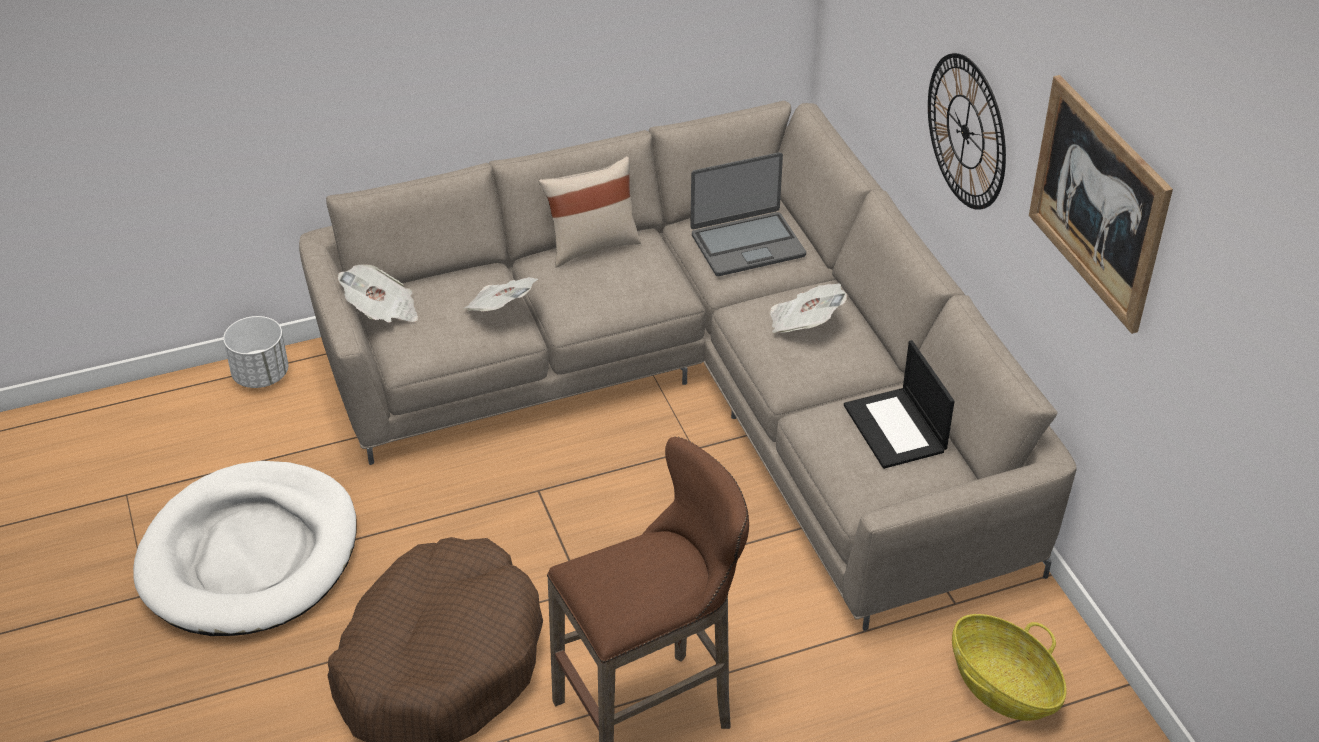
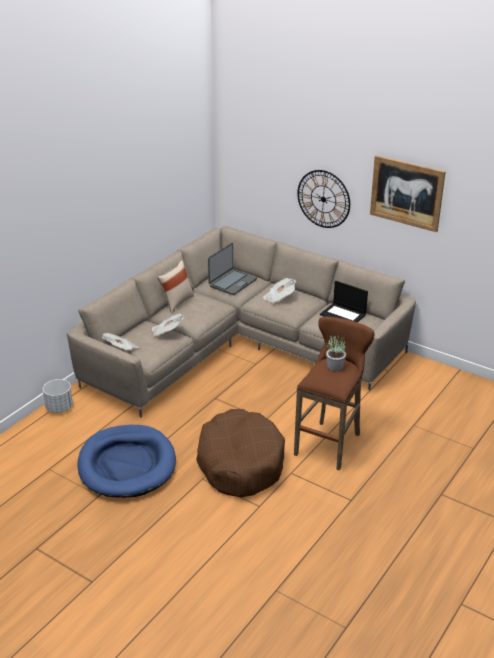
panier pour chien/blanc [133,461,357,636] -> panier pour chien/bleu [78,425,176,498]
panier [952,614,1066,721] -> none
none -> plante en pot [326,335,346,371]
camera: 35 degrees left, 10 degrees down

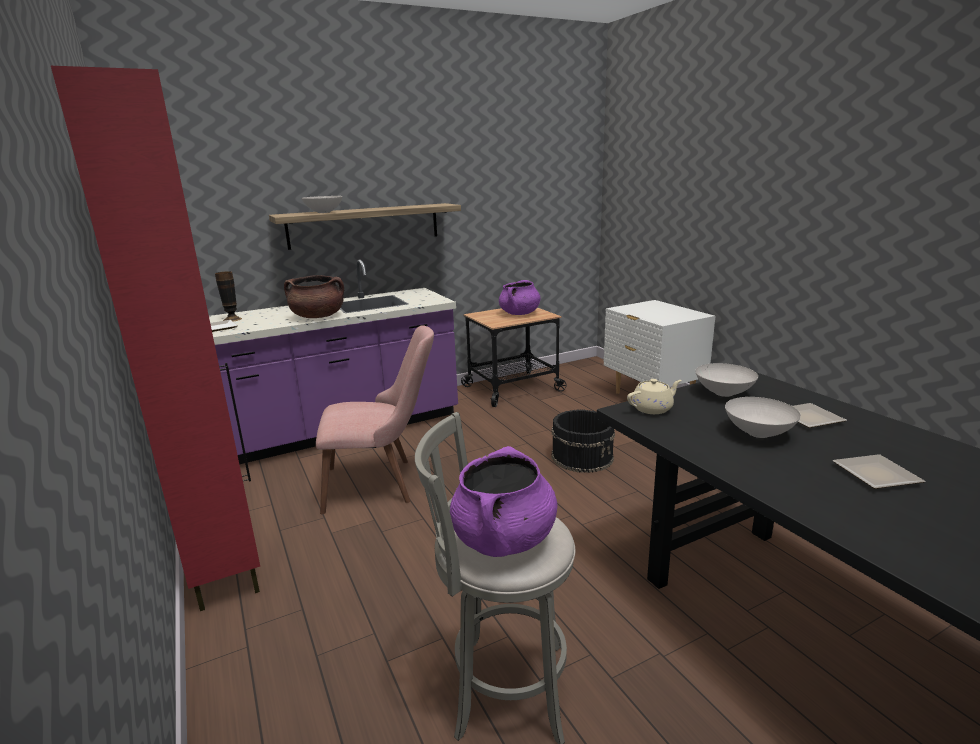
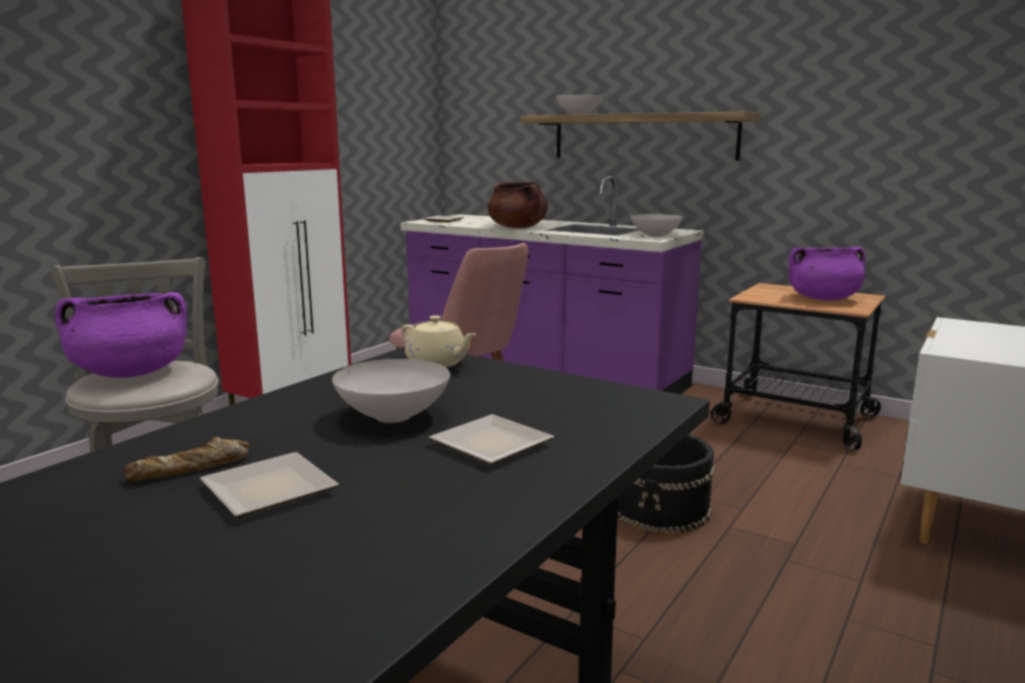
vase [215,271,242,321] -> none
bol/blanc [695,363,758,397] -> bol/blanc [631,214,683,237], shifted
none -> pain [123,437,250,482]
camera: 60 degrees right, 5 degrees down

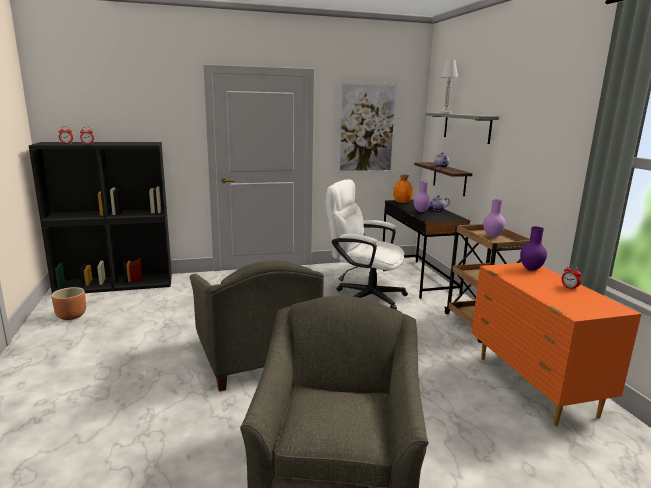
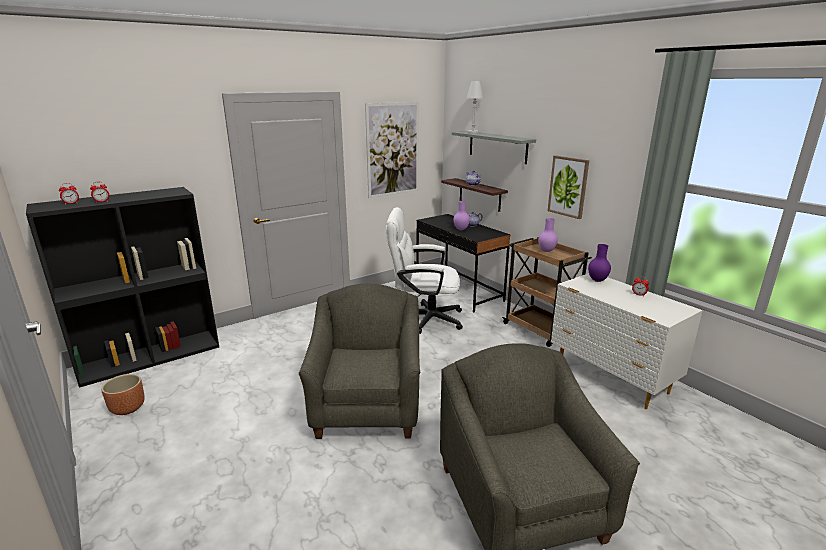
vase/orange [393,174,413,203] -> none
fauteuil/gris [190,260,324,392] -> fauteuil/gris [299,284,420,439], 135 degrees counterclockwise
commode/orange [472,263,641,426] -> commode/blanc [551,273,703,409]
none -> tableau [548,155,589,219]
camera: 20 degrees left, 5 degrees up

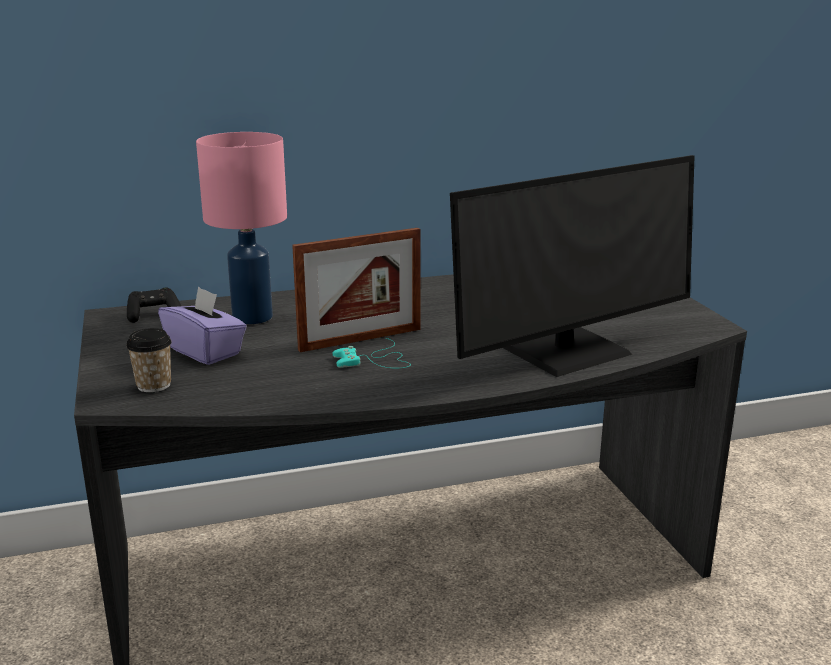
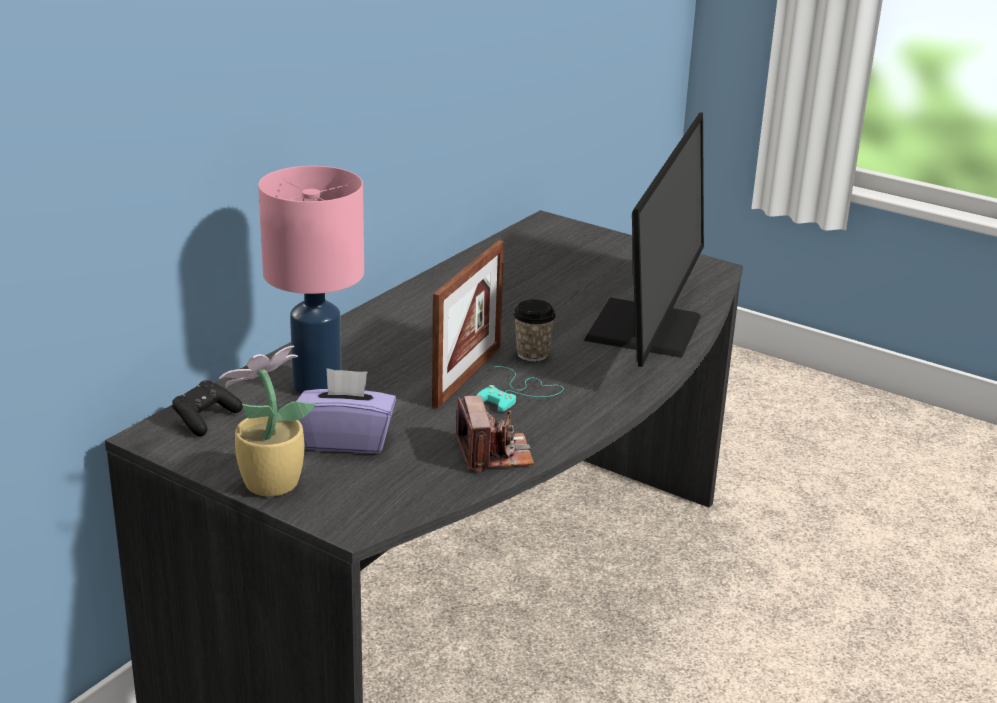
tasse [126,328,172,393] -> tasse [514,299,556,362], shifted
none -> plante en pot [219,346,316,497]
none -> appareil photo [457,395,534,472]
camera: 40 degrees left, 5 degrees up

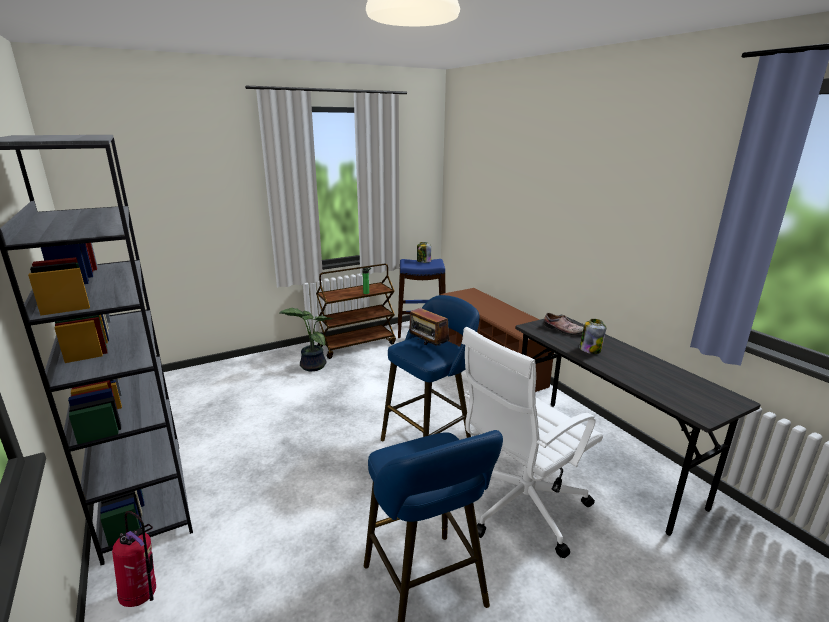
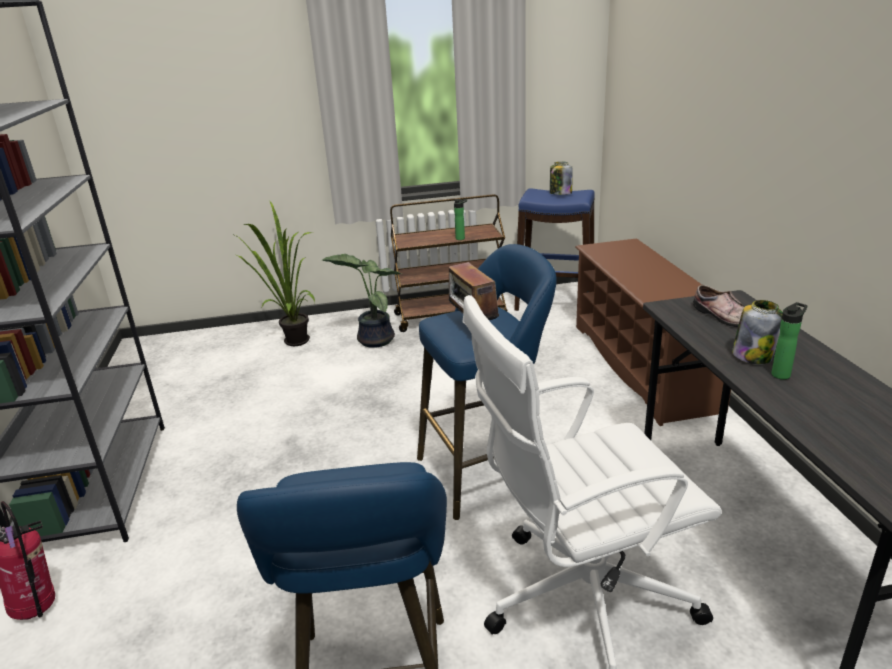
none -> plante en pot [235,200,315,346]
none -> bouteille [771,302,807,380]
camera: 20 degrees right, 5 degrees up

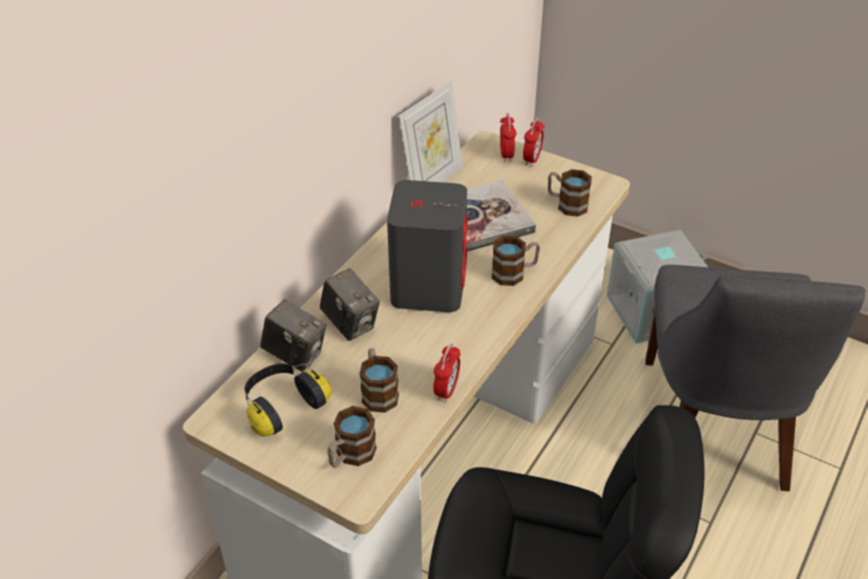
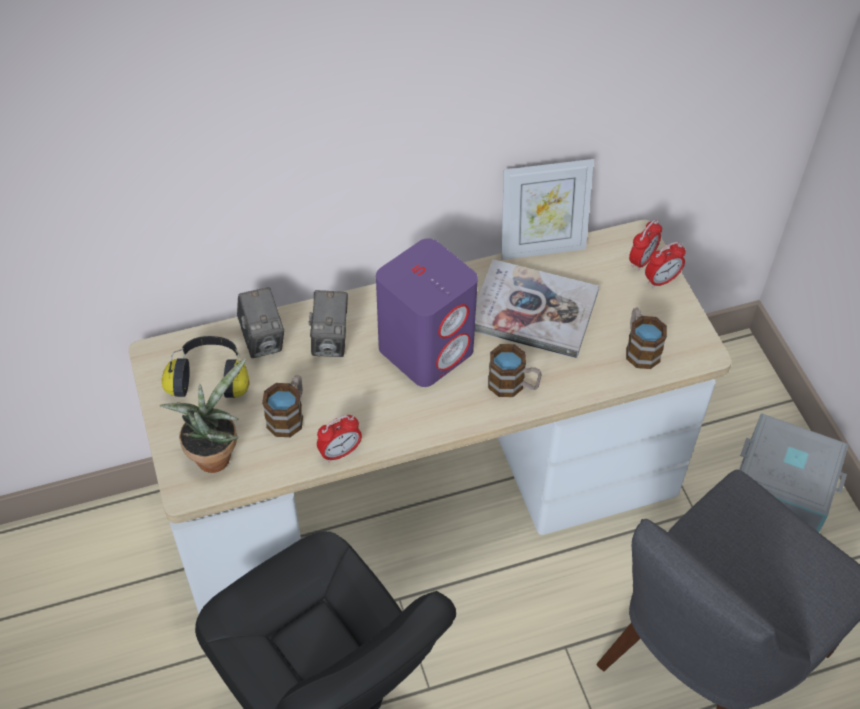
enceinte/gris [387,180,468,312] -> enceinte/violet [376,238,478,387]
mug [327,406,377,468] -> plante en pot [160,359,246,473]
camera: 40 degrees right, 10 degrees up

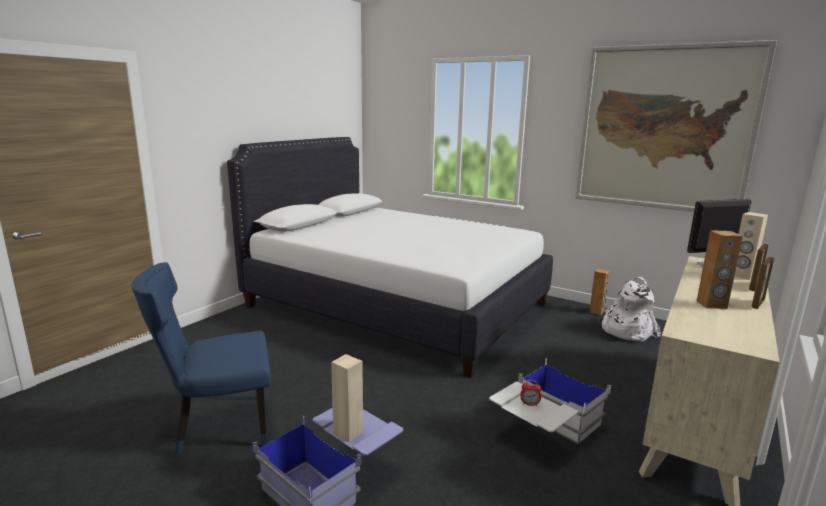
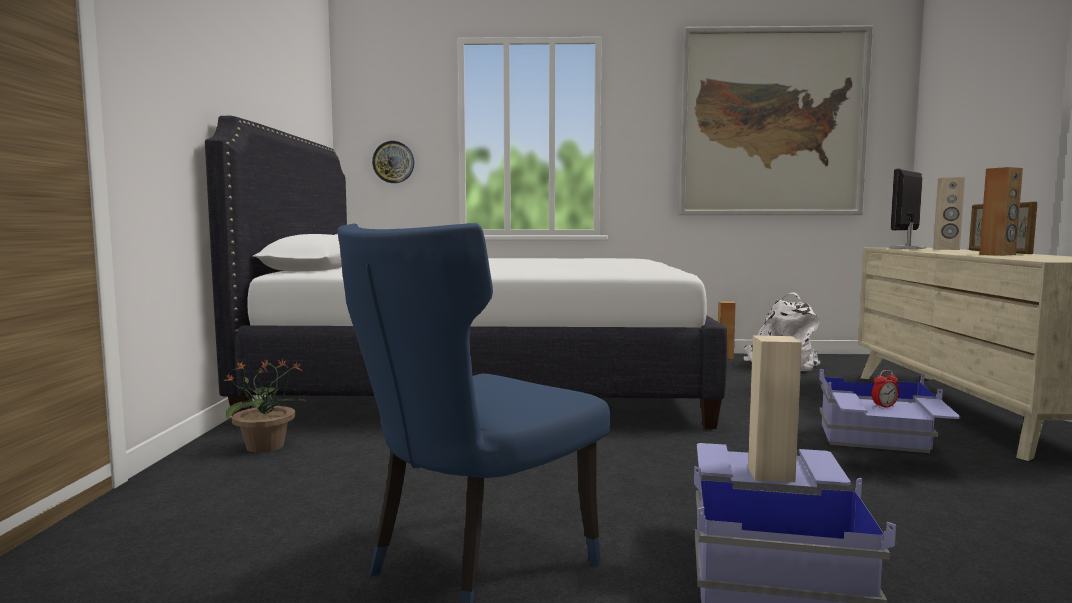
boîte de rangement/blanc [489,358,611,444] -> boîte de rangement/bleu [819,369,960,453]
none -> horloge murale [372,141,414,183]
none -> plante en pot [223,359,308,453]
camera: 30 degrees left, 10 degrees down

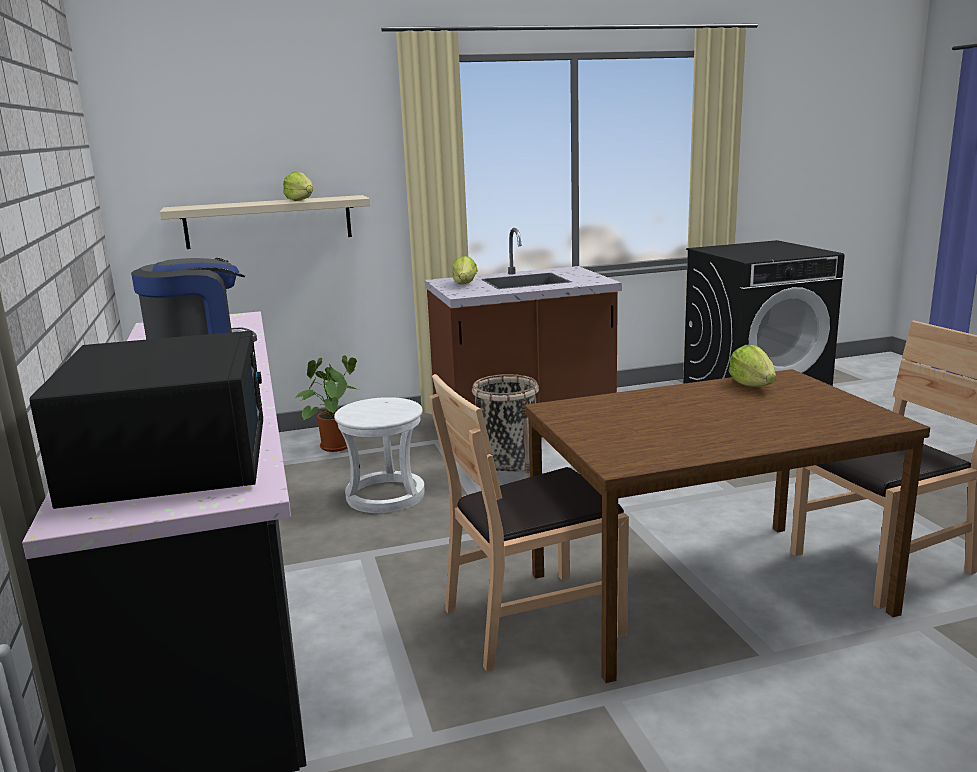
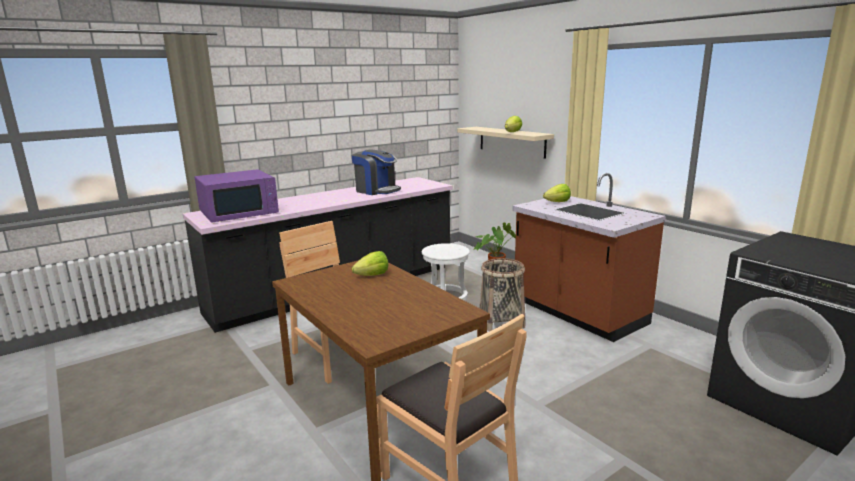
micro-ondes/noir [29,331,263,509] -> micro-ondes/violet [194,169,279,223]
laitue [728,345,776,387] -> laitue [352,251,388,276], shifted
camera: 70 degrees right, 0 degrees up

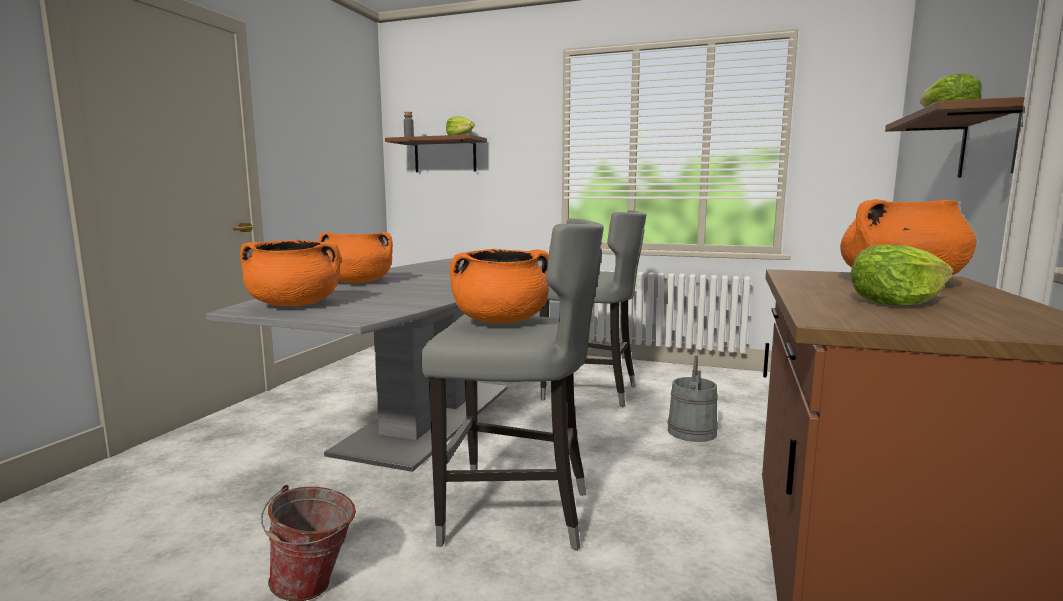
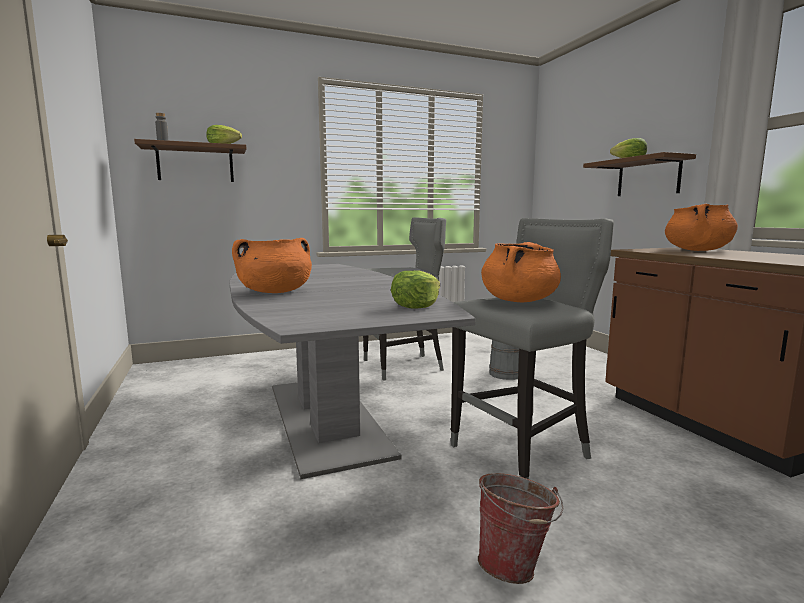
marmite/orange [240,240,341,306] -> none
laitue [850,245,953,305] -> laitue [391,270,440,309], shifted
camera: 40 degrees left, 0 degrees up

